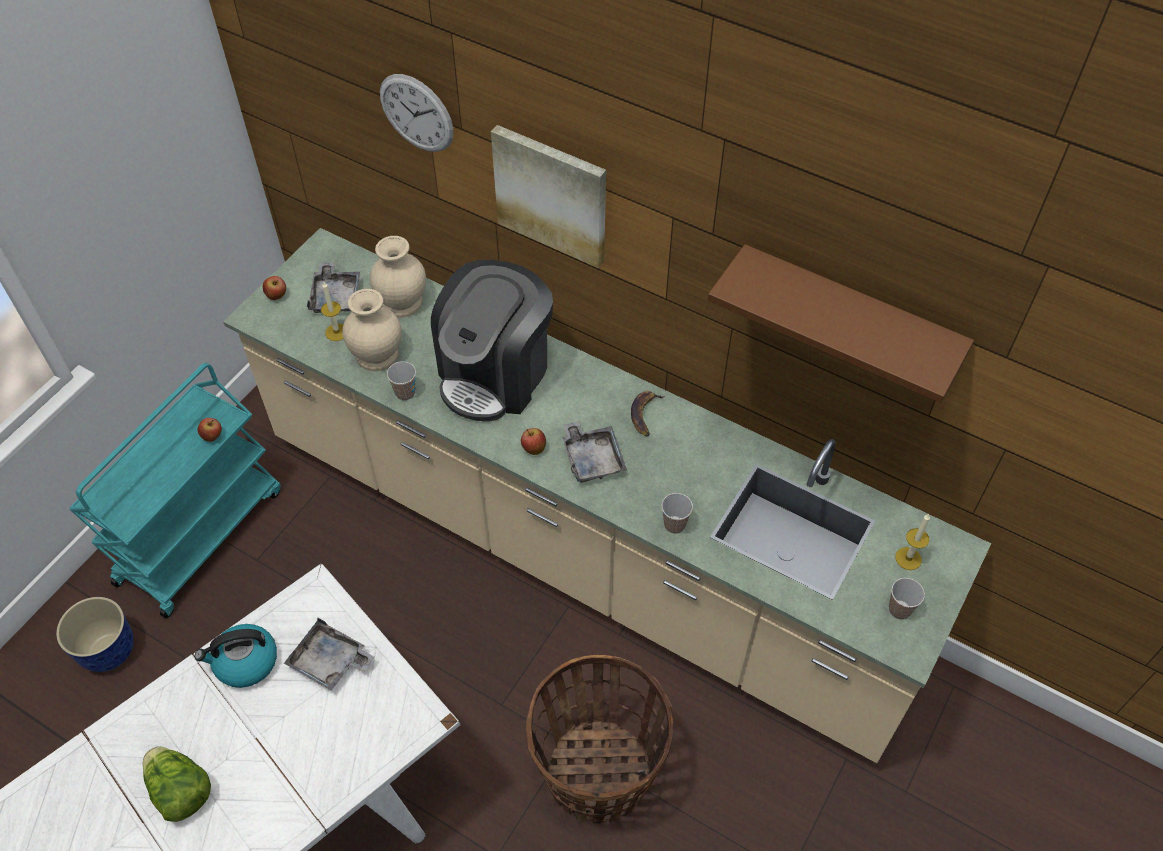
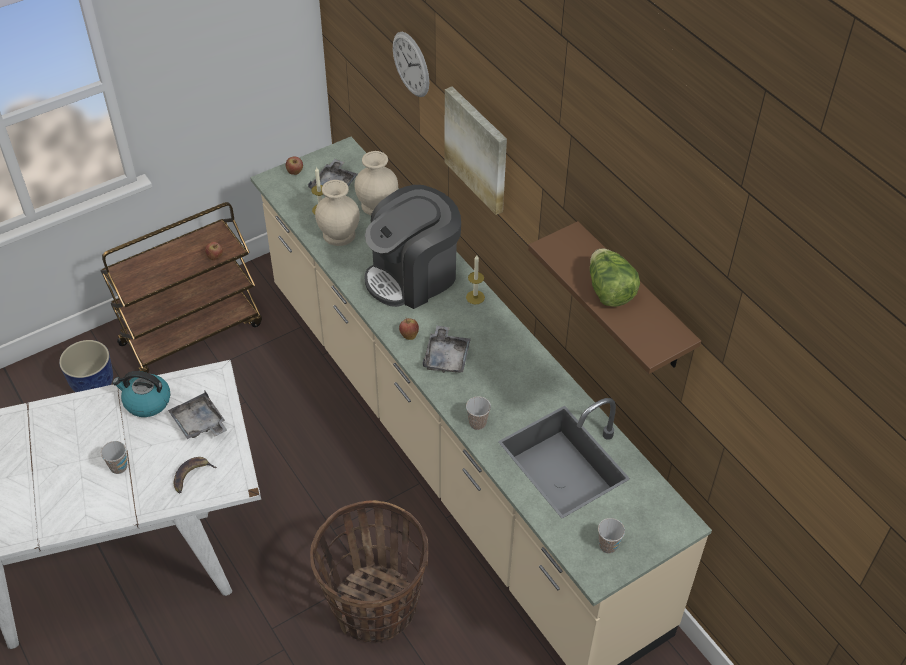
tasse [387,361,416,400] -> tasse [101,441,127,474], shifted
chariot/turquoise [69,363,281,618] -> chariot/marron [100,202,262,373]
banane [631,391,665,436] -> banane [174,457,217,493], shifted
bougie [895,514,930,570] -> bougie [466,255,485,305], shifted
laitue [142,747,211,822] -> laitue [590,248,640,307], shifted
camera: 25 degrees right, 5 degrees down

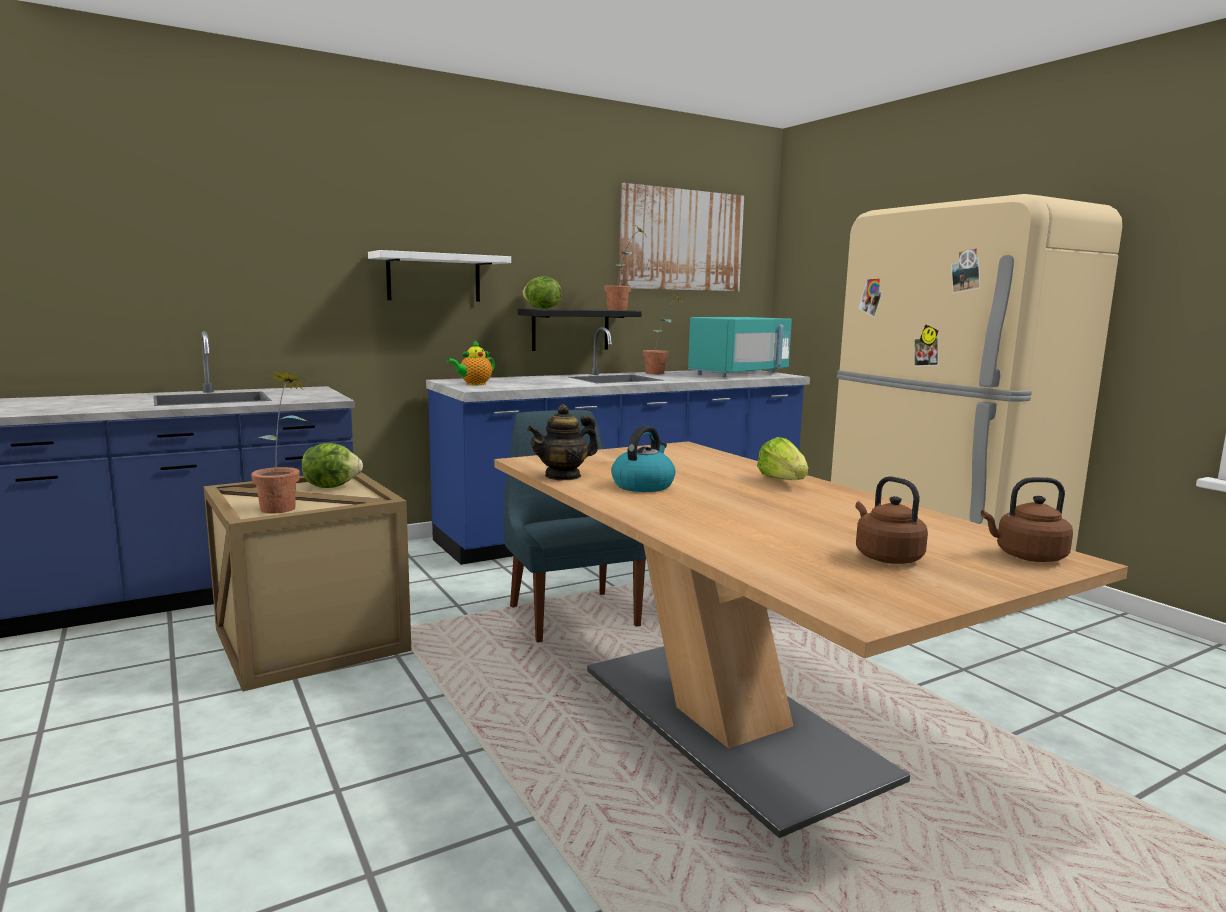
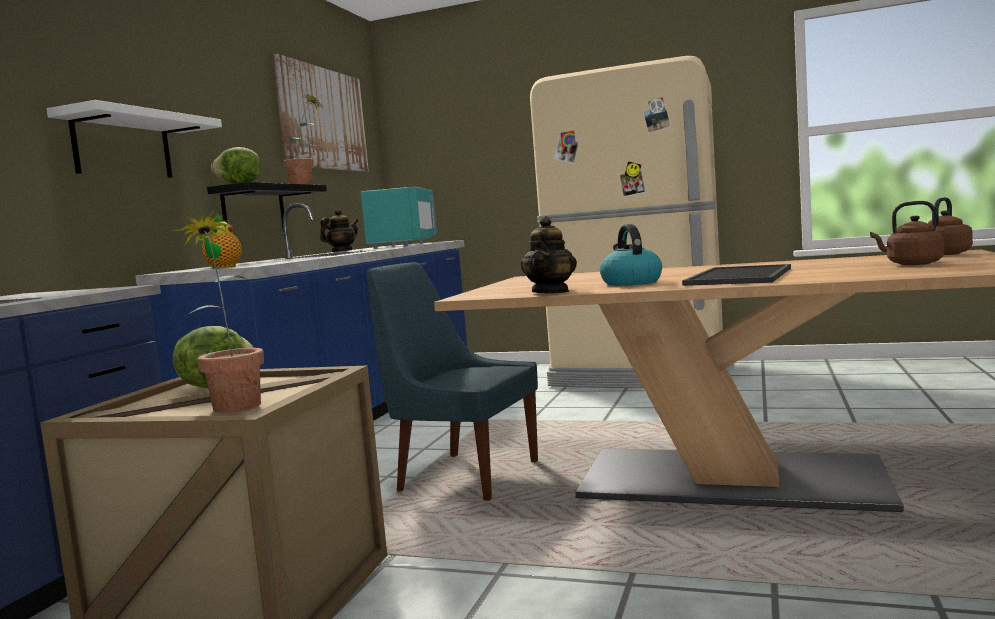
plante en pot [643,293,683,374] -> théière [320,209,359,252]
laitue [757,437,808,480] -> none
none -> plateau [682,264,791,286]
camera: 40 degrees left, 5 degrees down

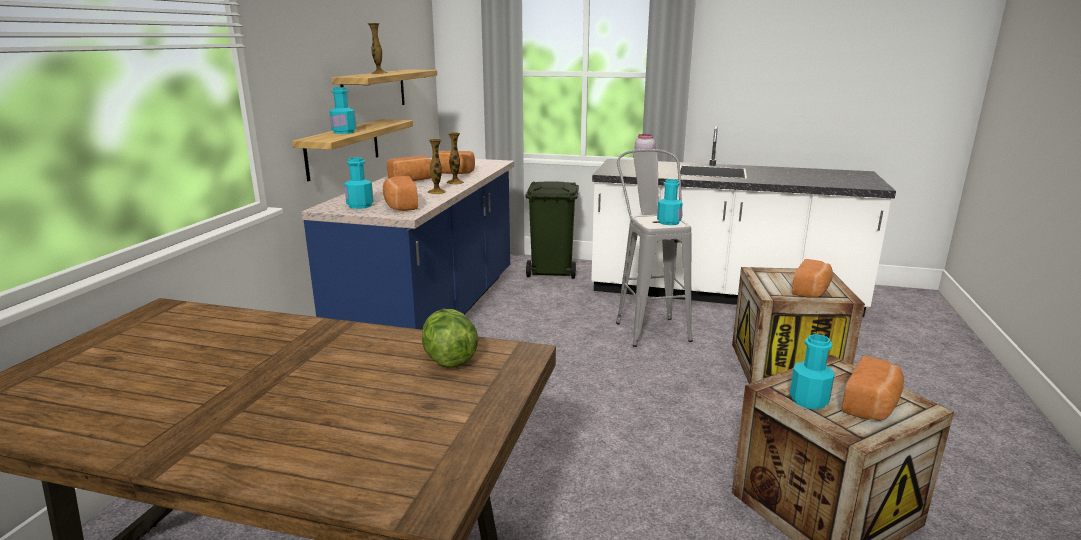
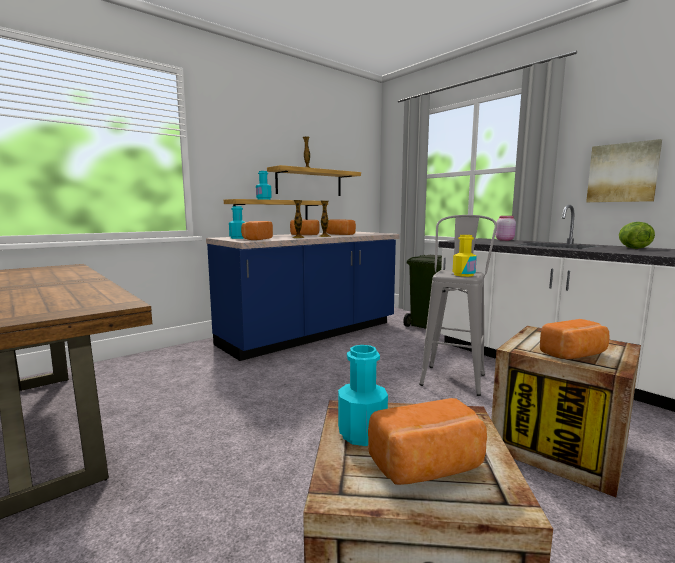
bouteille/turquoise [657,179,683,225] -> bouteille/jaune [453,235,477,277]
laitue [422,309,479,368] -> laitue [619,222,655,249], shifted
none -> tableau [586,139,662,202]
camera: 35 degrees right, 10 degrees down

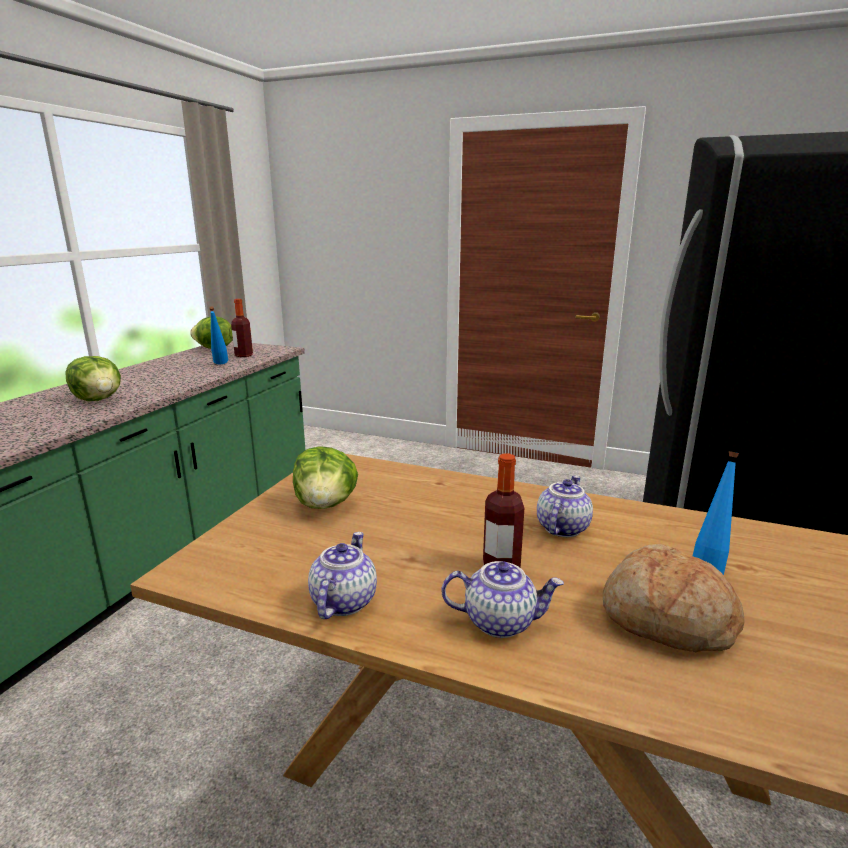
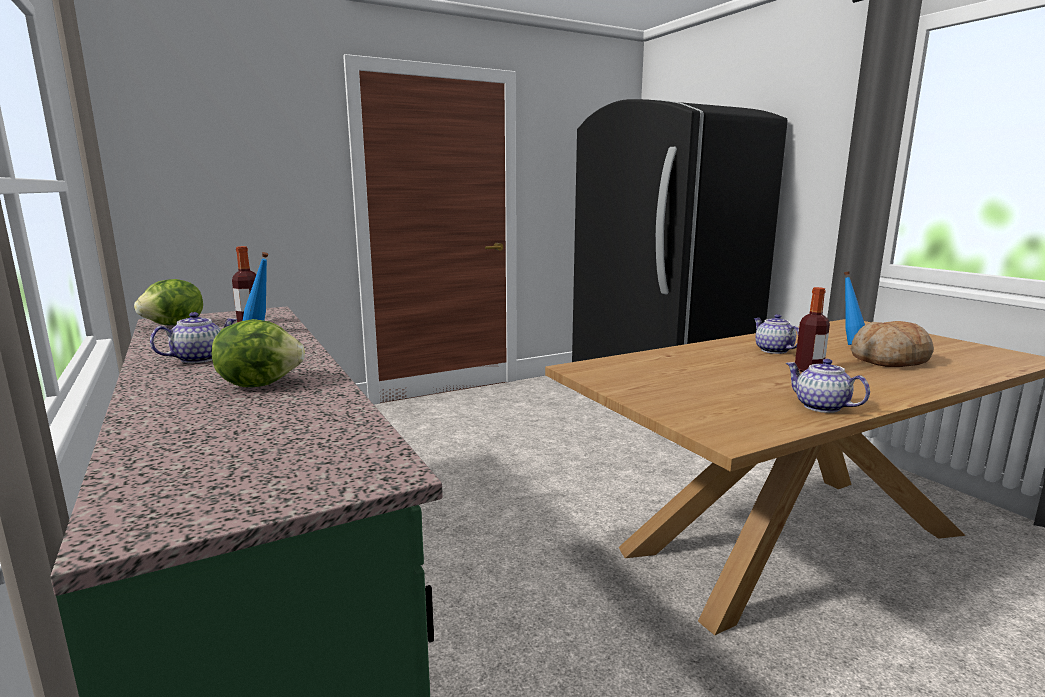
laitue [293,446,358,509] -> none
théière [441,561,564,638] -> théière [150,312,237,363], shifted
camera: 50 degrees left, 5 degrees down

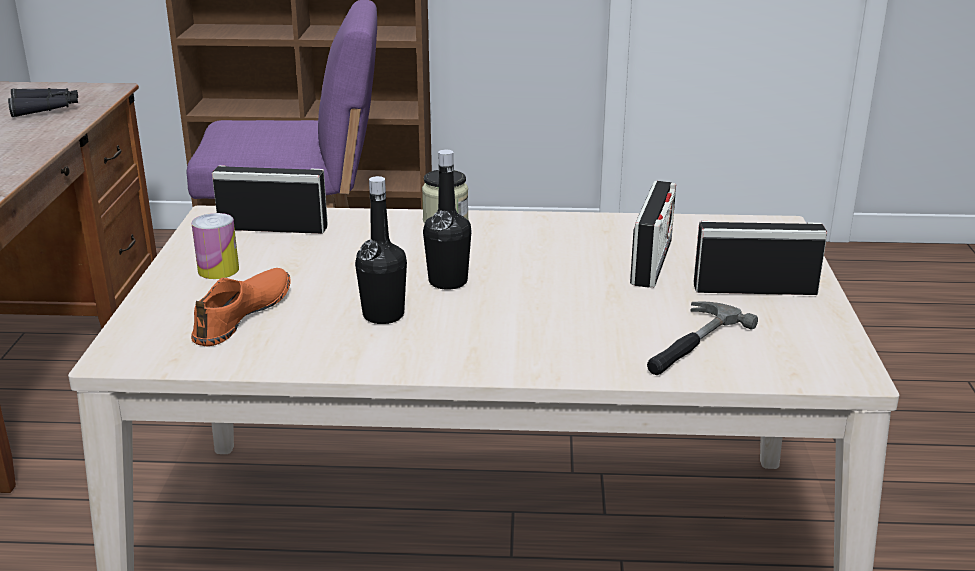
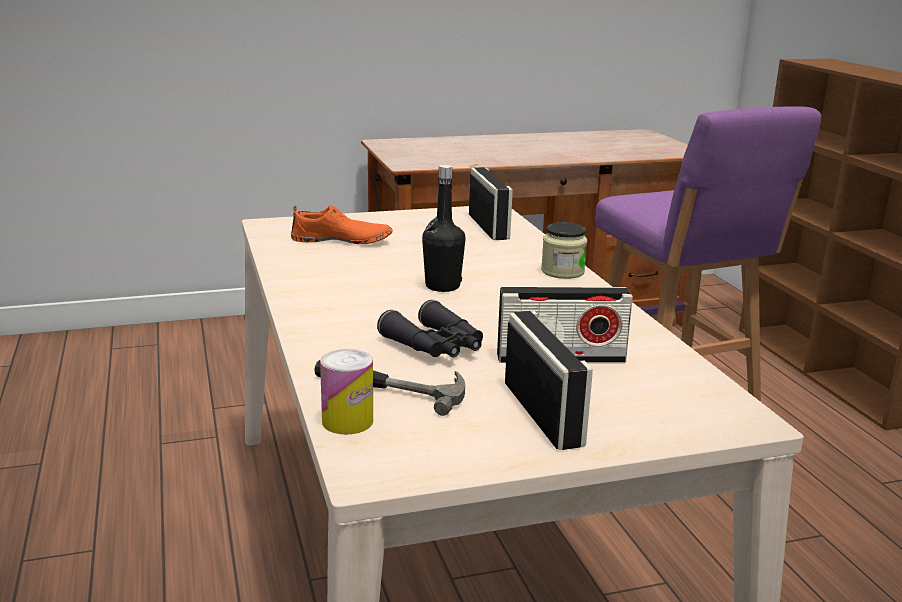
jumelles/noir [8,88,78,118] -> jumelles/noir [377,300,483,357], shifted
bouteille/noir [355,176,407,324] -> none
boîte métallique [191,213,239,279] -> boîte métallique [320,349,373,434], shifted
camera: 70 degrees right, 5 degrees down

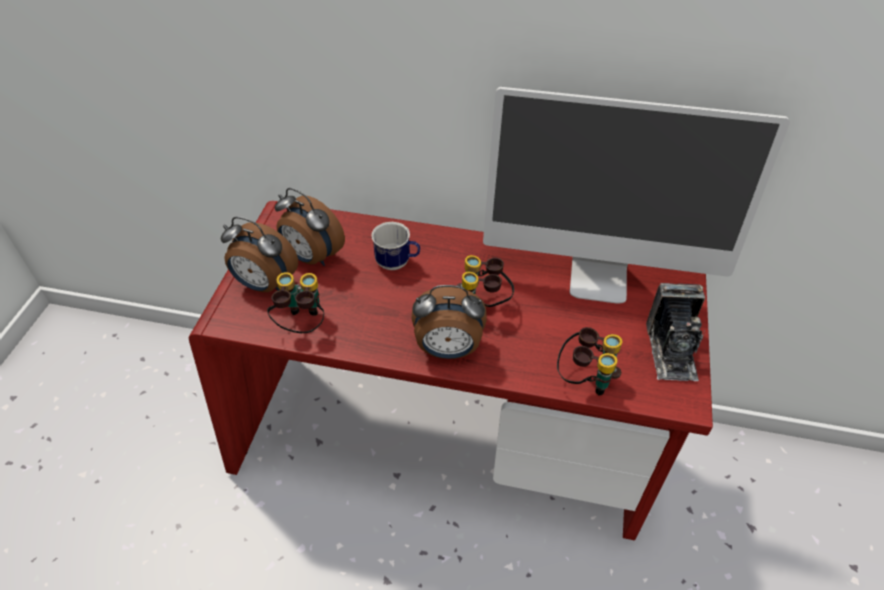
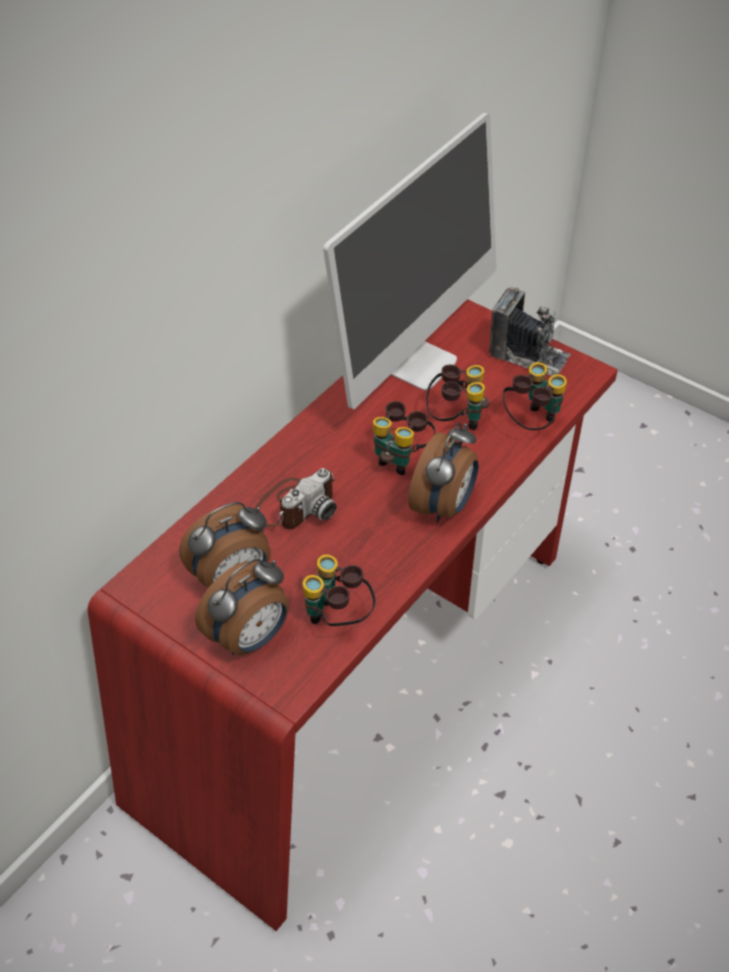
mug [371,222,420,270] -> appareil photo [255,468,336,529]
none -> jumelles [426,364,490,430]
camera: 65 degrees left, 0 degrees up

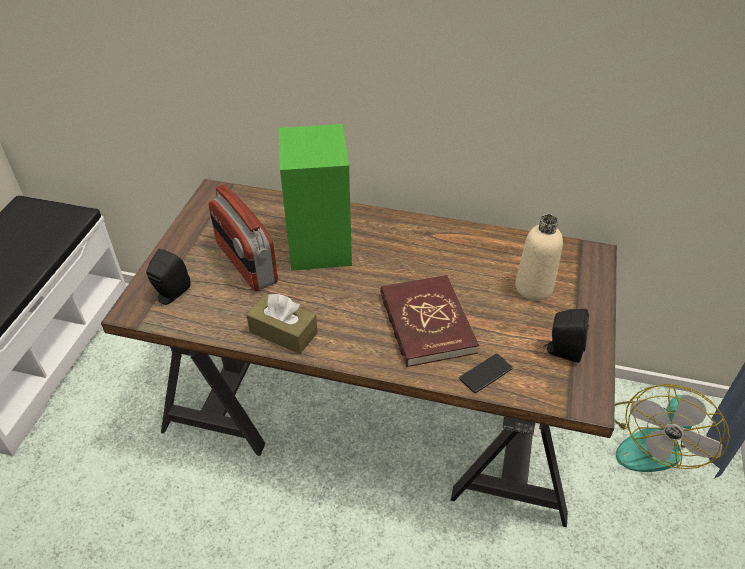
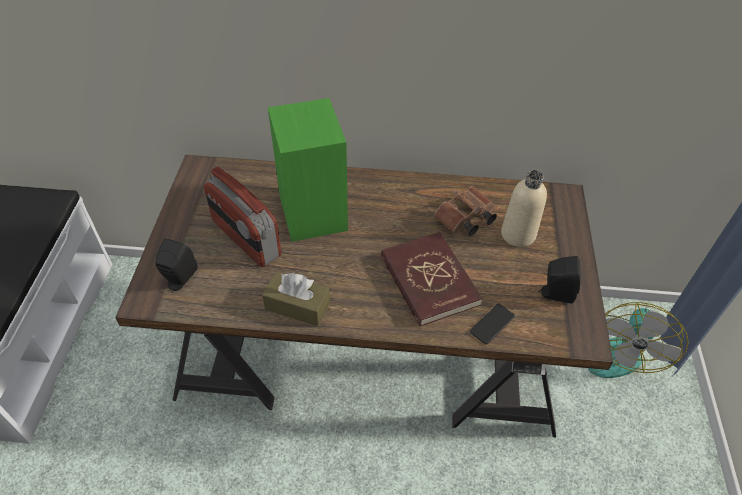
none -> jumelles/marron [434,186,497,236]
camera: 10 degrees left, 5 degrees up

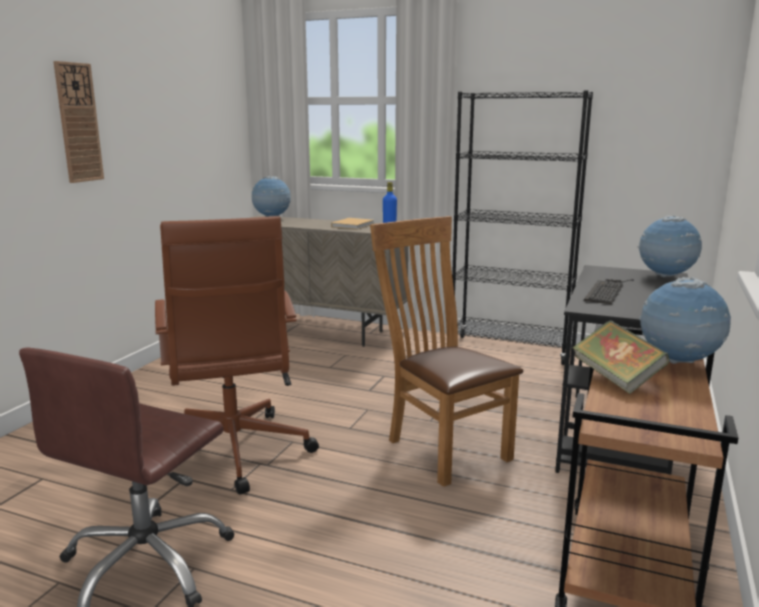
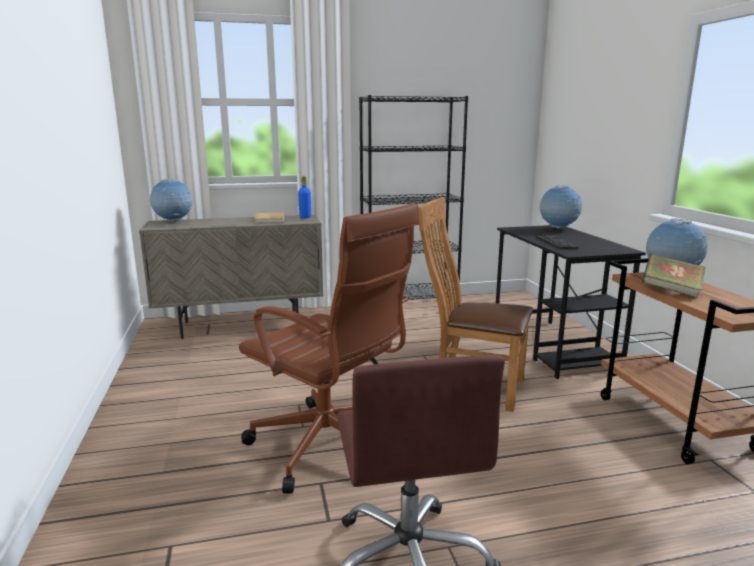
horloge murale [53,61,104,183] -> none
camera: 35 degrees left, 0 degrees up

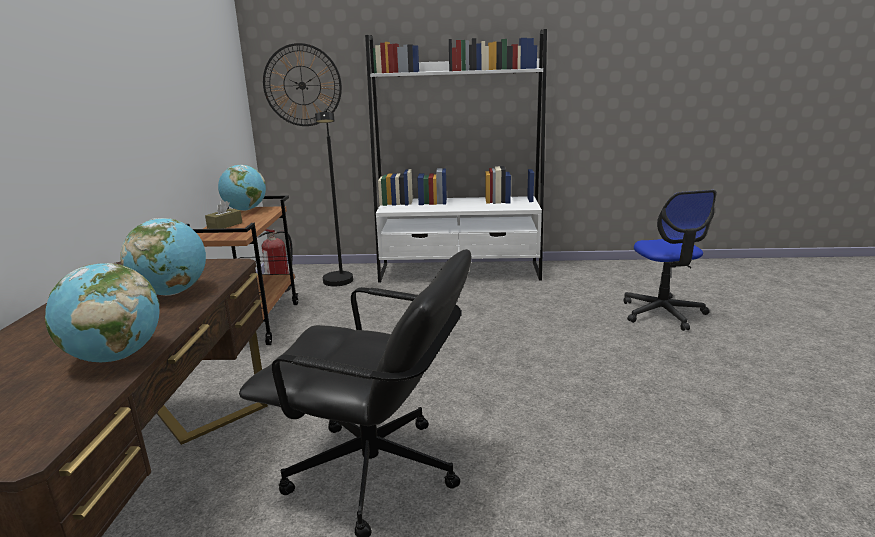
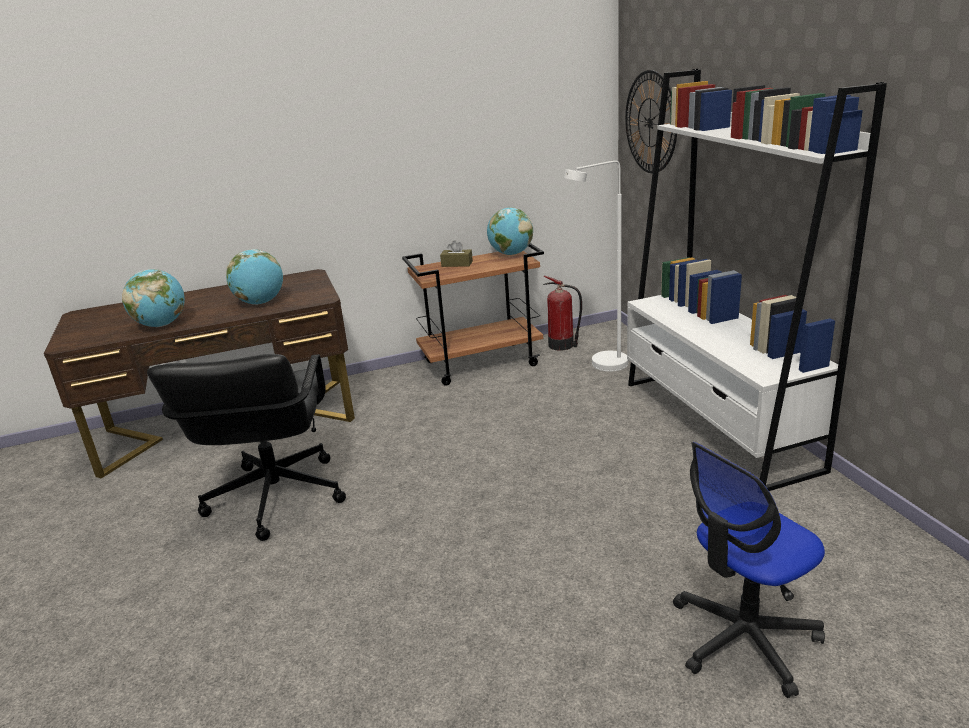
lampadaire/noir [315,108,353,286] -> lampadaire/blanc [564,161,628,372]
camera: 70 degrees right, 5 degrees up

